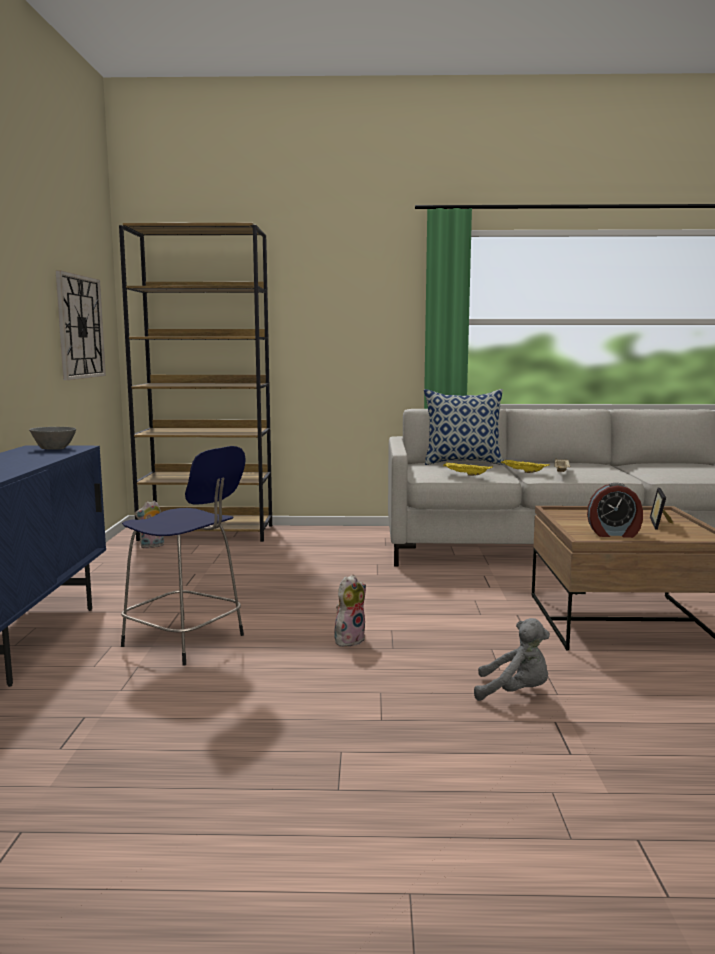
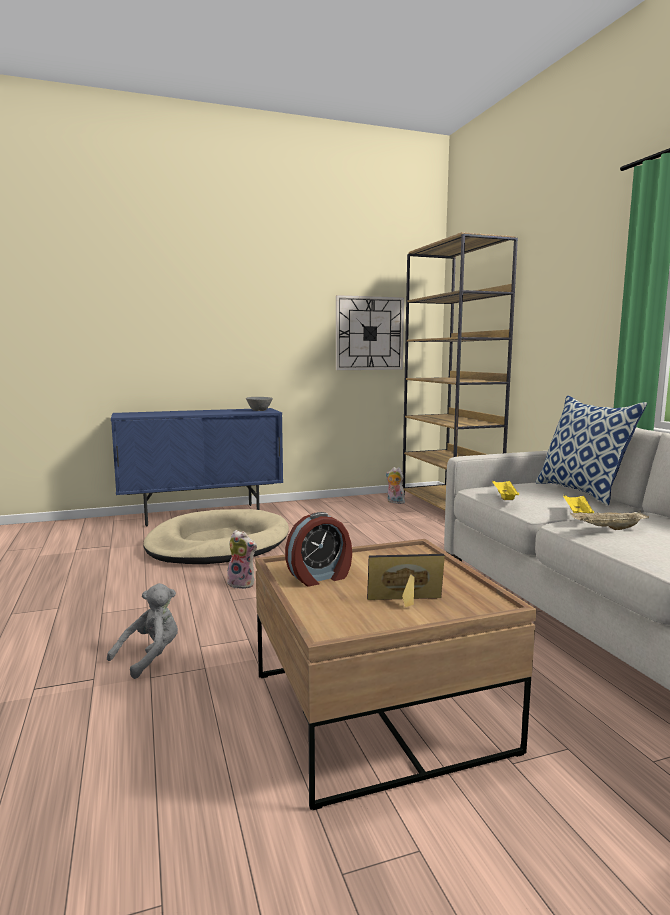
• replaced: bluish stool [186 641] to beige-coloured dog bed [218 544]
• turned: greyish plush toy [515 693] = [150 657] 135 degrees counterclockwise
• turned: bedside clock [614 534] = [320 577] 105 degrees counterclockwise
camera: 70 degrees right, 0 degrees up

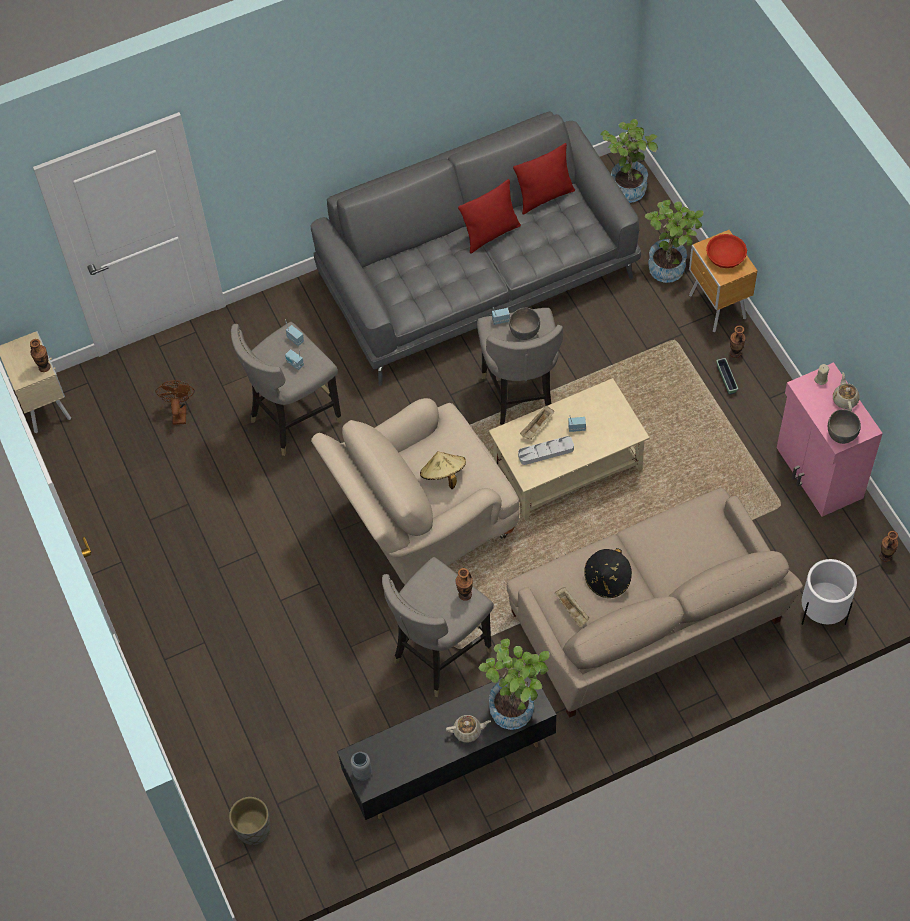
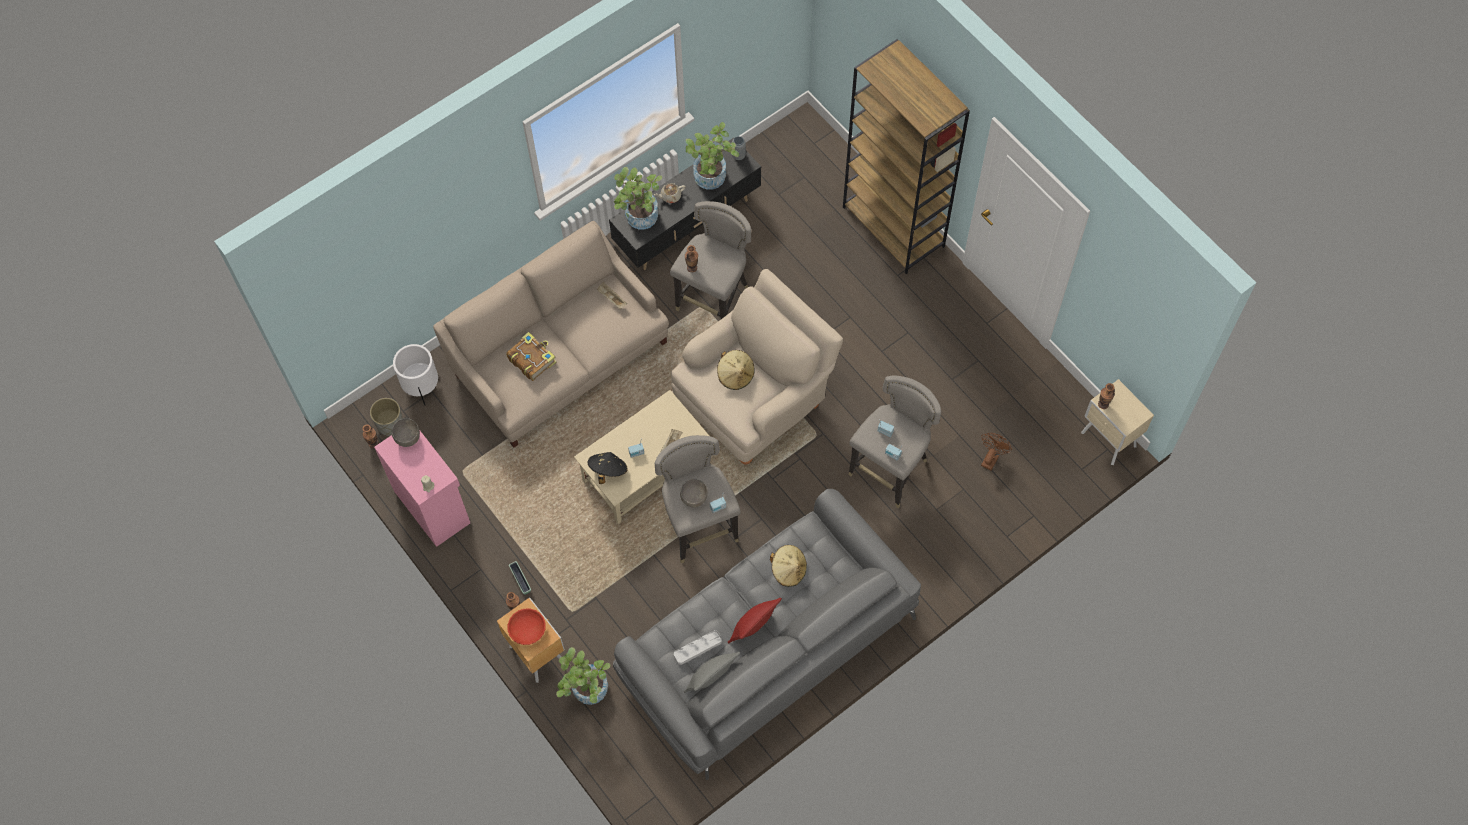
• turned: brown-coloured electric fan [179 412] = [991 457] 135 degrees counterclockwise
• moved: greyish plant pot [253 829] to [390 424]
• recoloured: red cushion [544 197] to greyish cushion [711 679]
• moved: greyish serving tray [546 452] to [697 648]
• moved: black-coloured clothing hat [607 580] to [608 470]
• moved: plant in a pot [627 184] to [711 180]
• removed: beige-coloured pot for tea [845 399]
• added: book [531 359]
• added: beige-coloured clothing hat [788 570]
• added: brown-coloured shelving unit [894 227]
camera: 165 degrees right, 5 degrees up

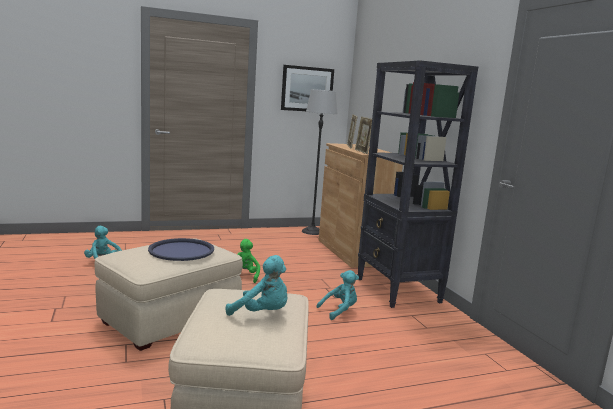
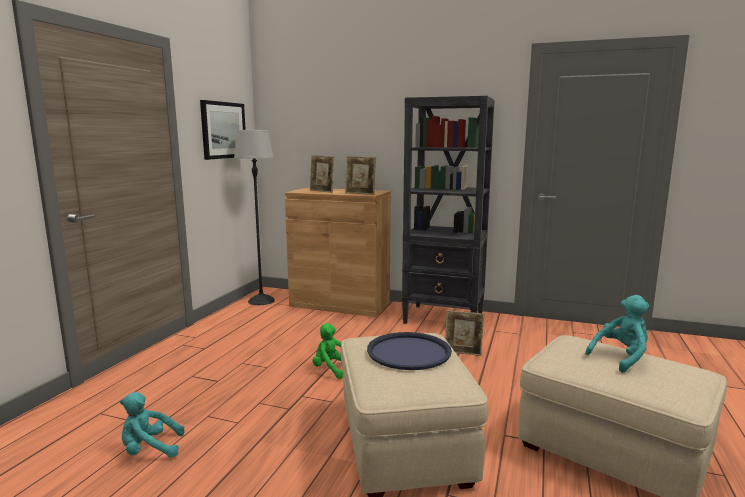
• replaced: blue-green plush toy [339 311] to photo frame [463 353]
camera: 50 degrees left, 0 degrees up

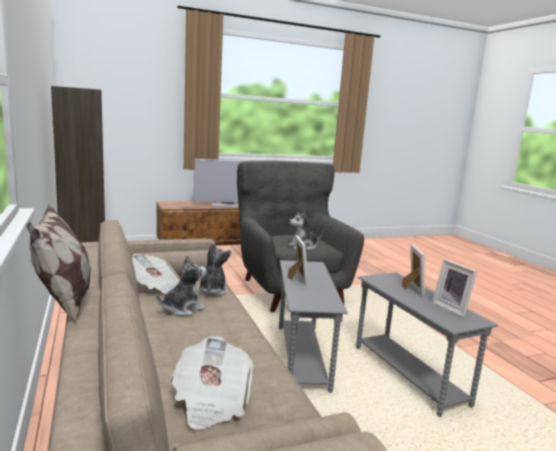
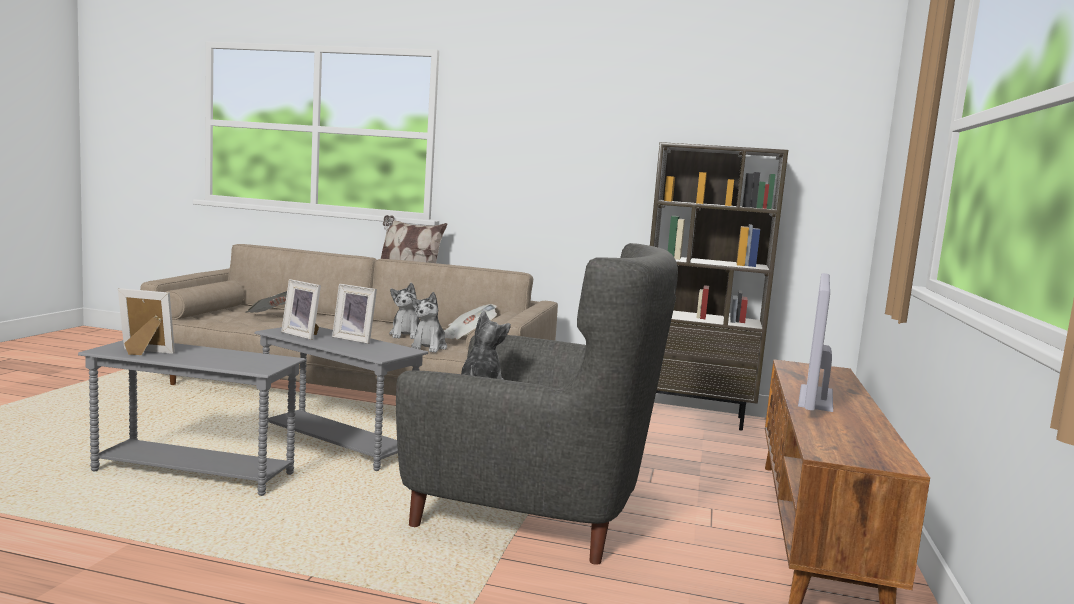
• turned: plush toy [212 291] = [429 347] 60 degrees clockwise
• moved: photo frame [411 289] to [303 335]
camera: 125 degrees right, 5 degrees down

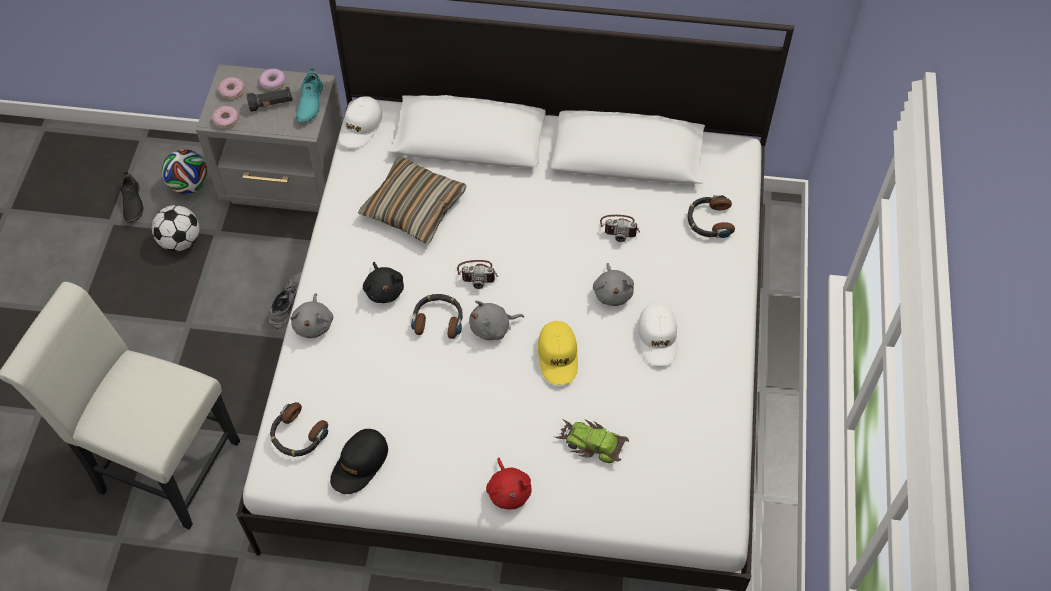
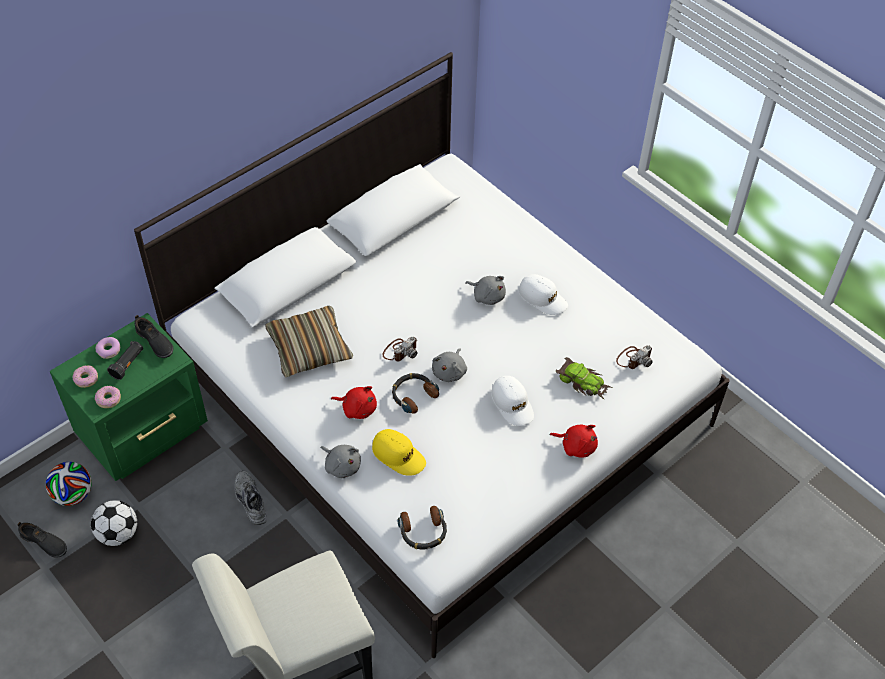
• recoloured: greyish nightstand [287 182] to green nightstand [145 432]
• recoloured: blue-green low shoe [309 103] to black-coloured low shoe [154 342]
• removed: black-coloured cap [359 464]
• moved: whitish cap [360 127] to [512 404]
• recoloured: black-coloured plush toy [384 290] to red plush toy [357 408]
• moved: yellow-coloured cap [558 356] to [398 455]
• turned: model car [591 443] = [583 382] 120 degrees counterclockwise
• moved: photo camera [620 228] to [634 358]
• removed: headset [709 221]
camera: 50 degrees left, 5 degrees down

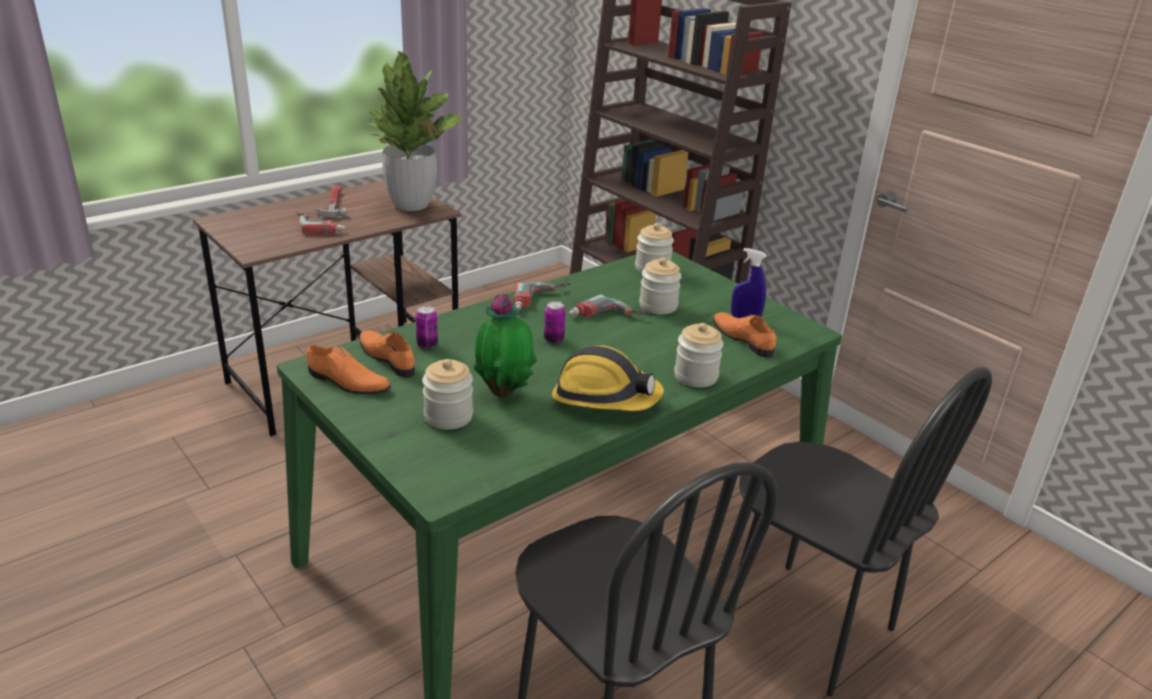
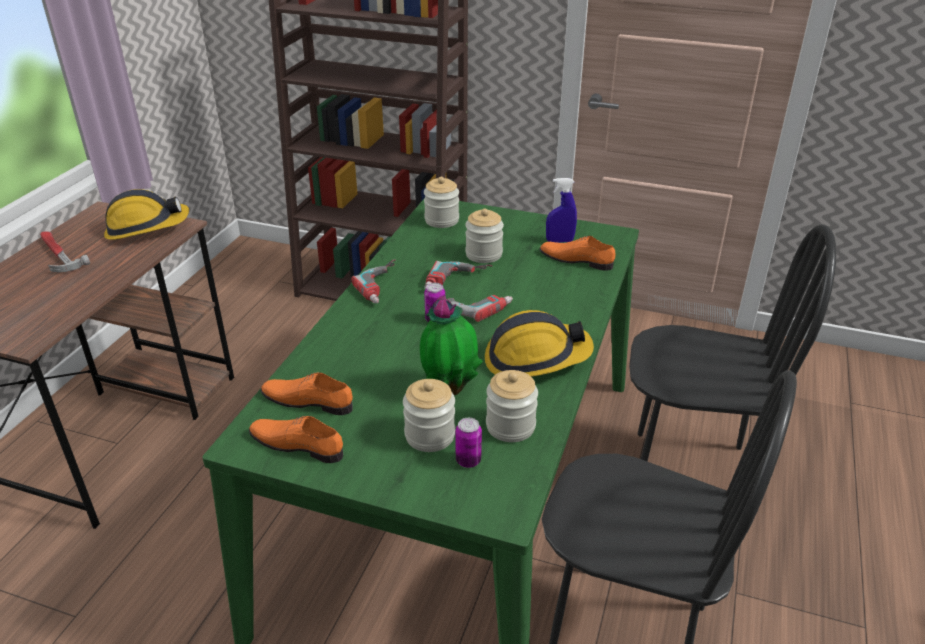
• moved: electric drill [321 225] to [472 304]
• turned: orange-coloured low shoe [347 382] = [297 443] 150 degrees counterclockwise
• replaced: plant in a pot [412 205] to safety helmet [146 228]
• moved: can [427 344] to [468 460]
• moved: preserve jar [695 376] to [510 426]
camera: 30 degrees left, 5 degrees up

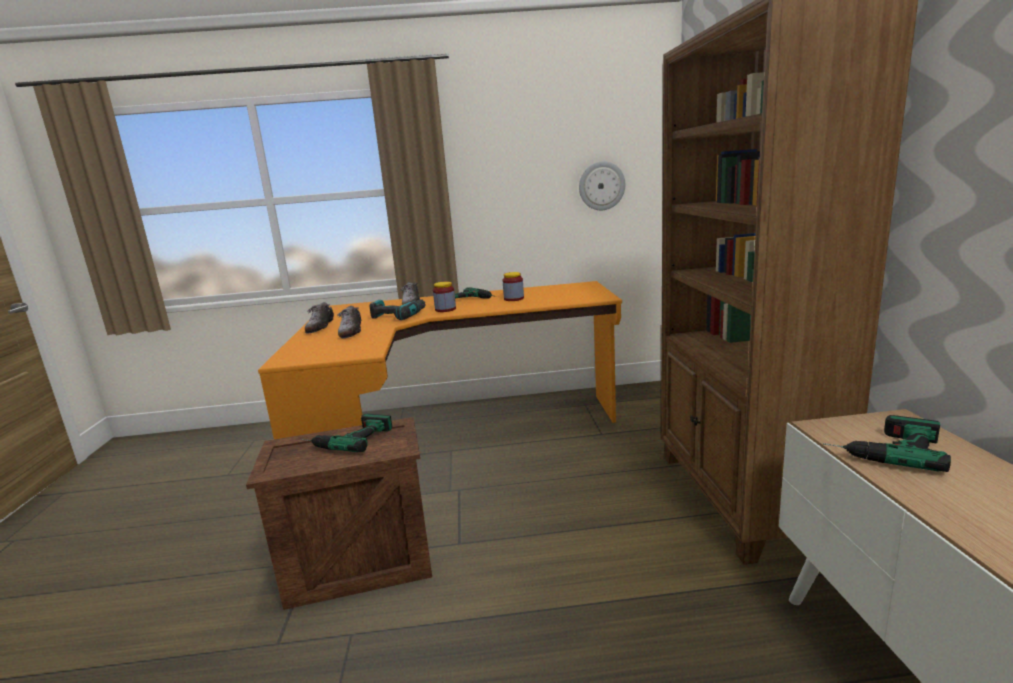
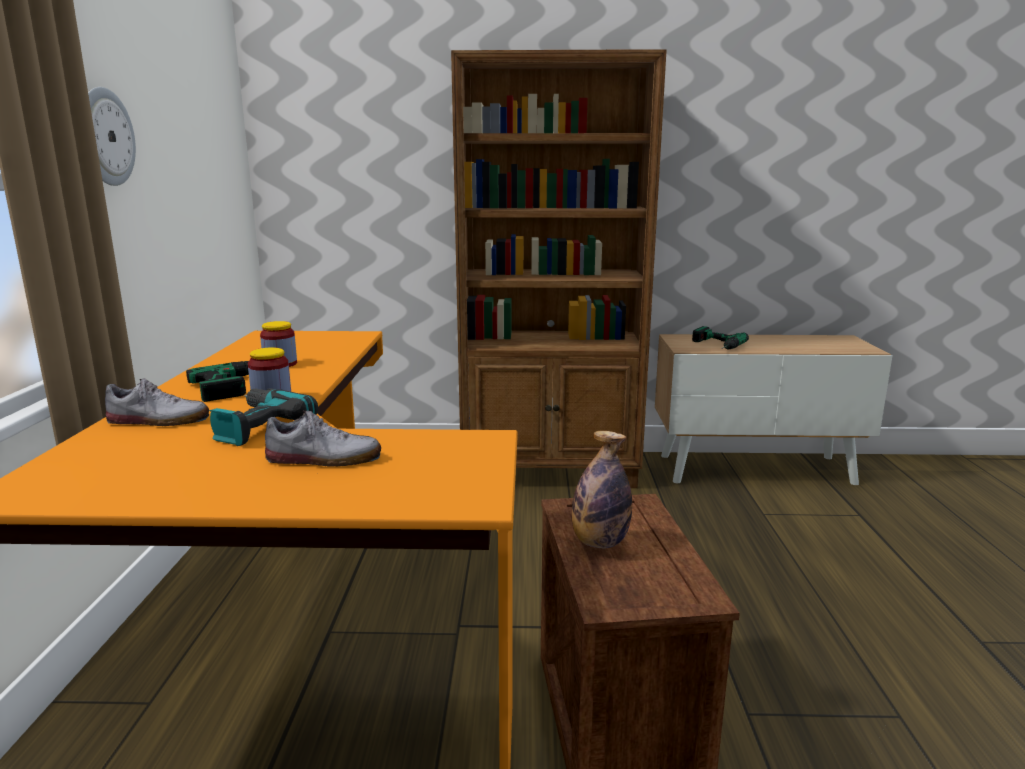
• replaced: electric drill [346 438] to drink bottle [599 542]
• removed: low shoe [320 327]
• moved: wall clock [601 186] to [105 137]
camera: 85 degrees left, 0 degrees up

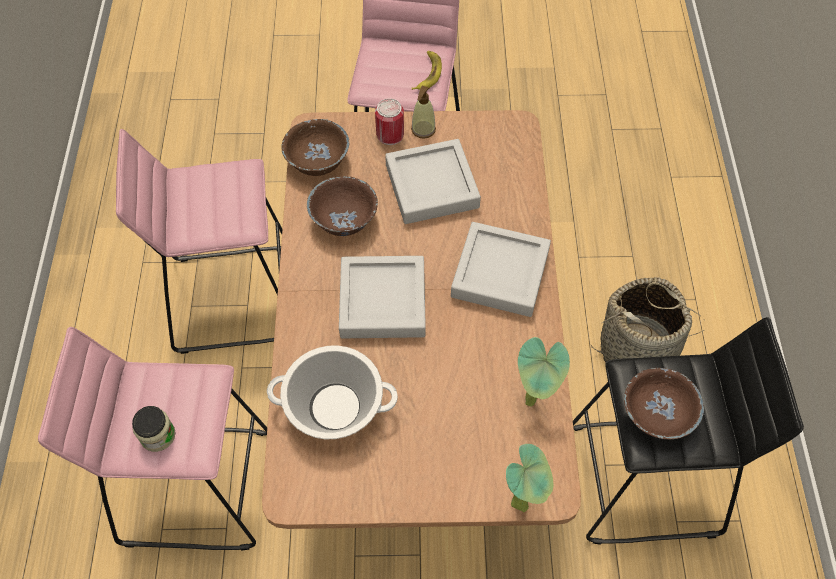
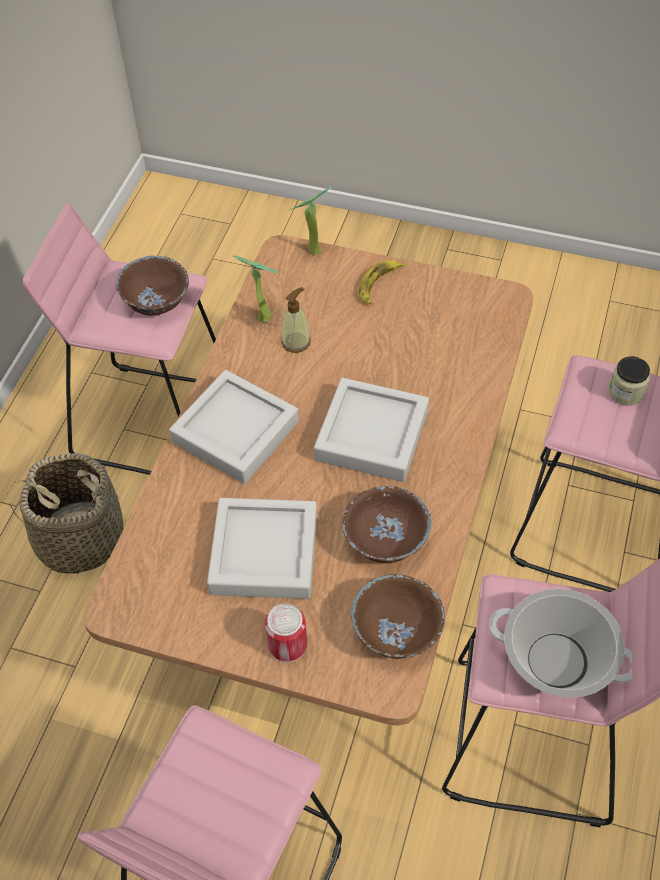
• moved: saucepot [334 407] to [557 660]
• moved: liquid soap bottle [423 129] to [296 342]
• moved: banana [427 73] to [379 284]
• recoloured: black-coloured stool [644 480] to pink-coloured stool [154 421]
camera: 160 degrees left, 5 degrees down

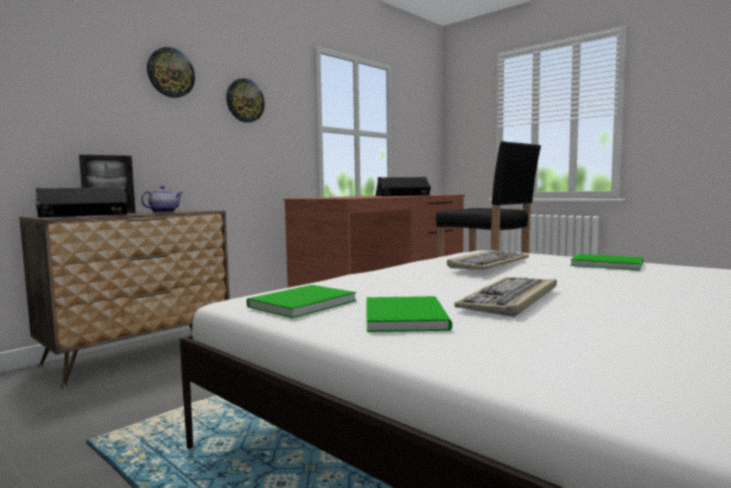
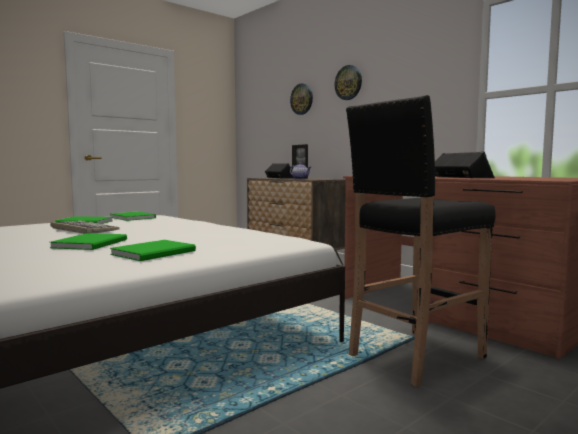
• moved: wall clock [245 100] to [302 99]
• removed: PC keyboard [488 264]
• added: green book [93 243]
camera: 95 degrees right, 0 degrees up

